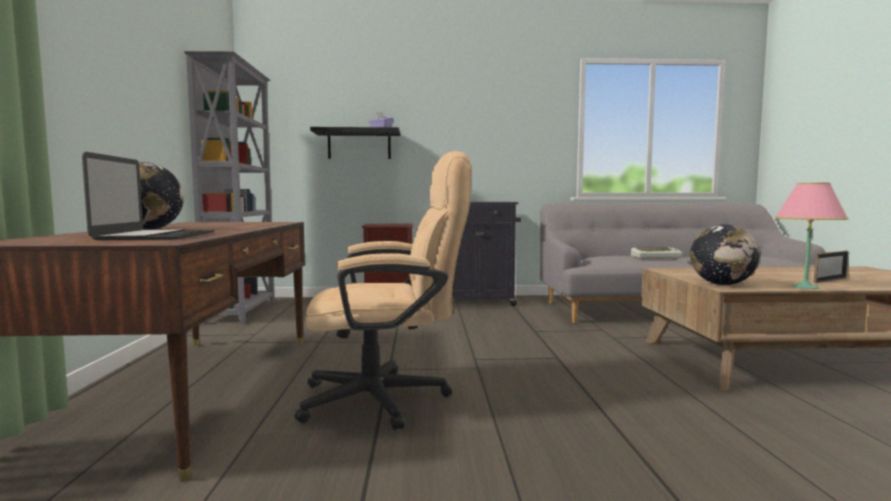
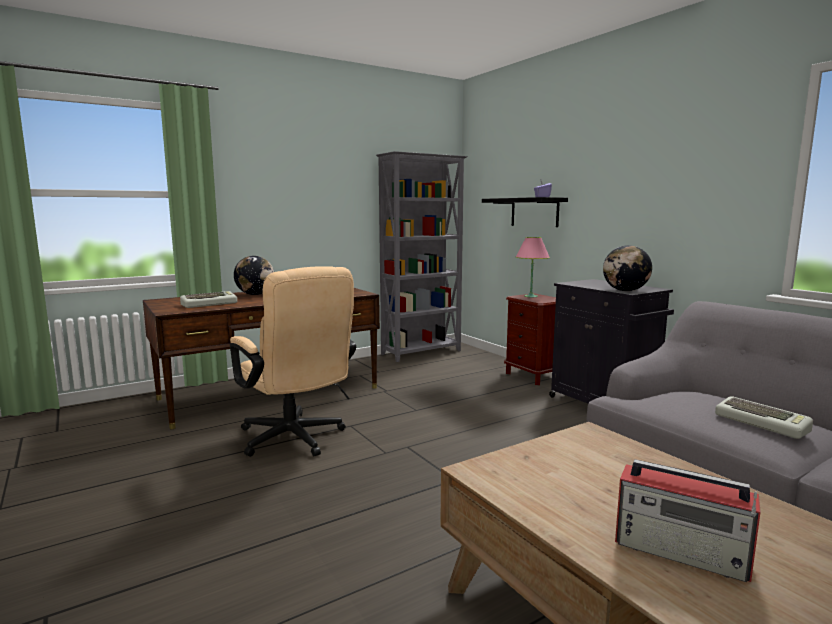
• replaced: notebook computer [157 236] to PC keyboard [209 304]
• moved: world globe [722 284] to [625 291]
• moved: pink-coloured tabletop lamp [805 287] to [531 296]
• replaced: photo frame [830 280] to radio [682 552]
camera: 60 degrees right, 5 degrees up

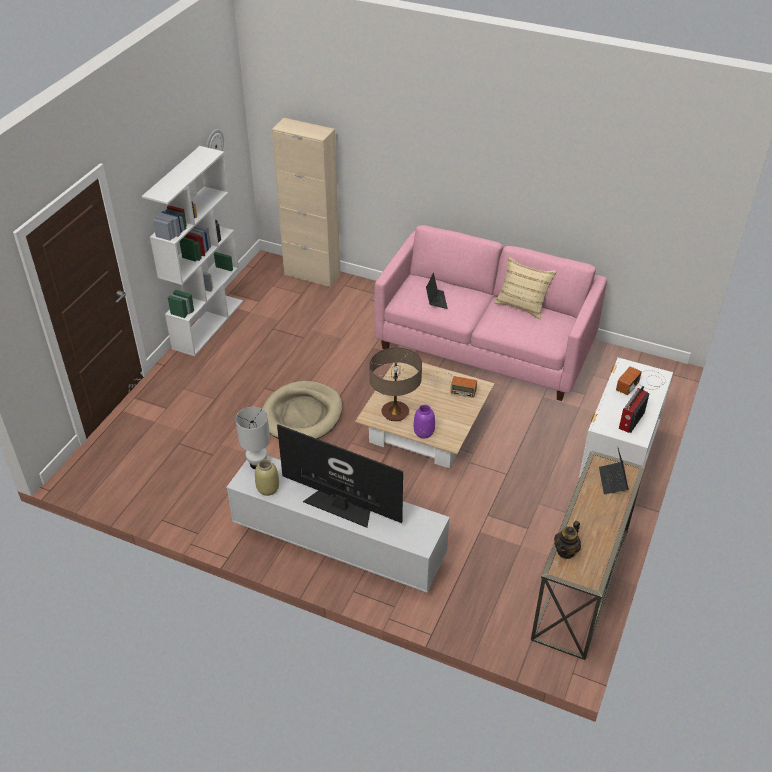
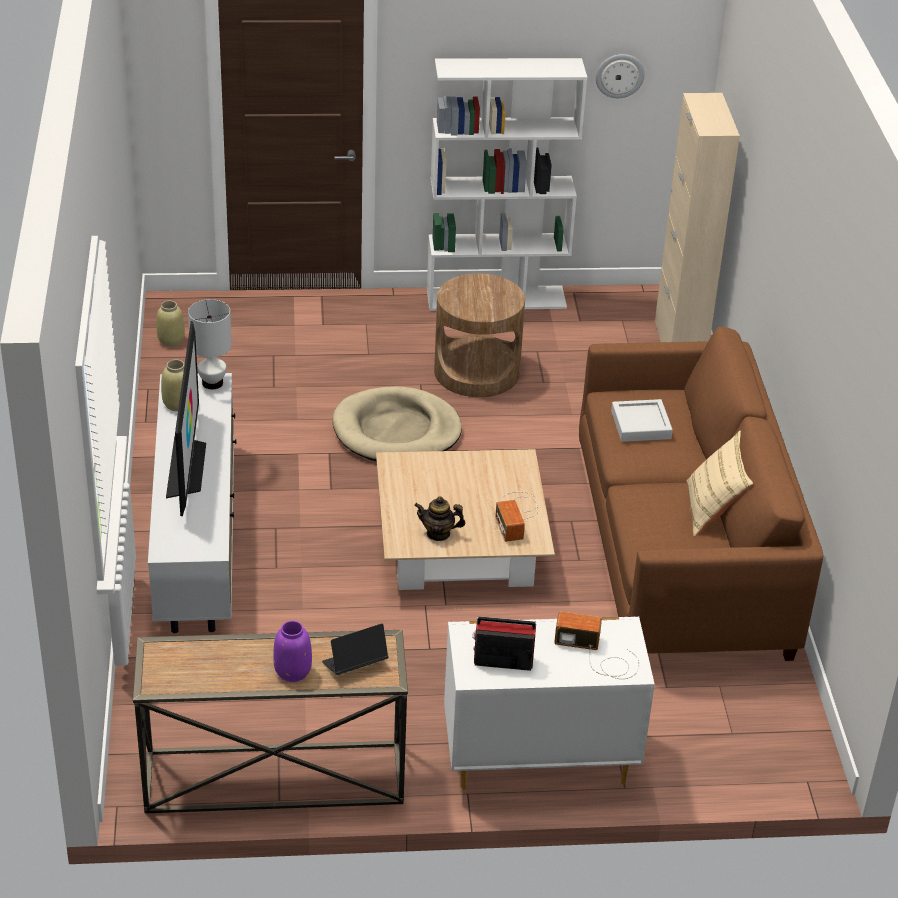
• removed: tabletop lamp [395 413]
• recoloured: pink-coloured settee [485 346] to brown-coloured settee [682 552]
• moved: purple-coloured vase [424 432] to [293 671]
• replaced: notebook computer [436 300] to greyish serving tray [640 425]
• moved: pot for tea [566 551] to [438 533]
• added: beige-coloured vase [171 340]
• added: brown-coloured side table [477 371]
camera: 60 degrees right, 5 degrees down

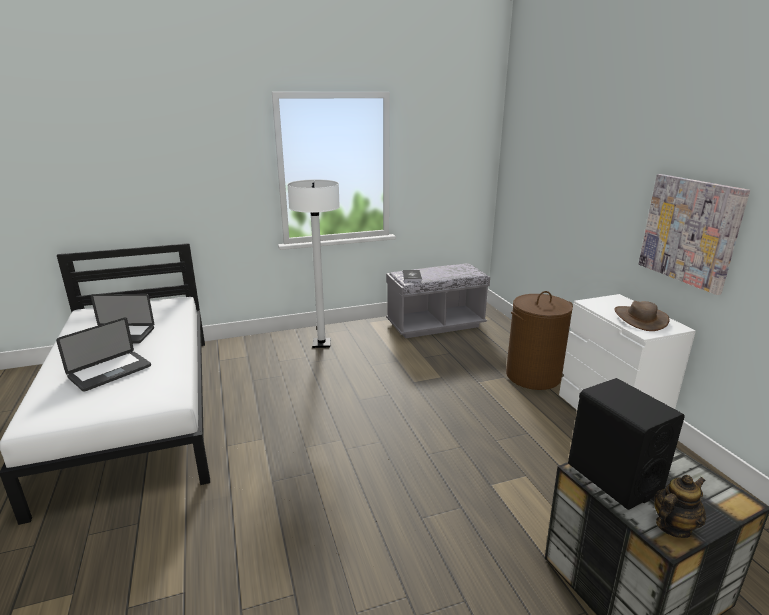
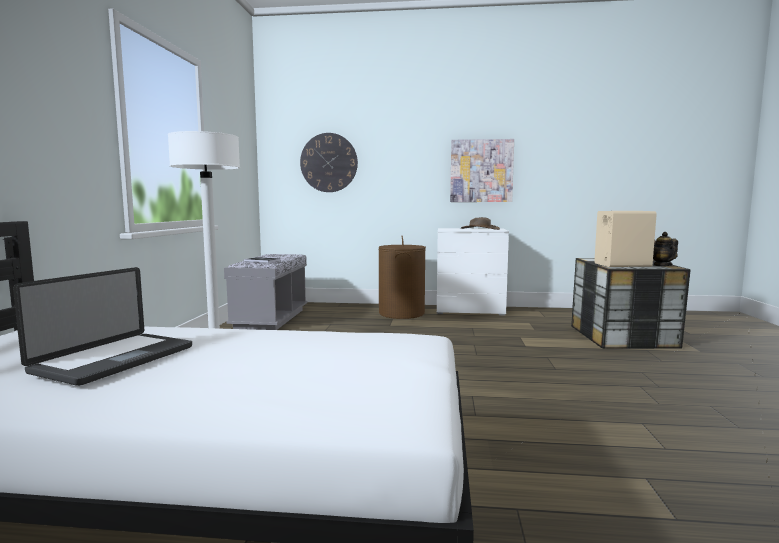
• removed: notebook computer [110 372]
• recoloured: black-coloured audio speaker [613 477] to beige-coloured audio speaker [622 265]
• added: wall clock [329 162]
camera: 65 degrees left, 15 degrees down

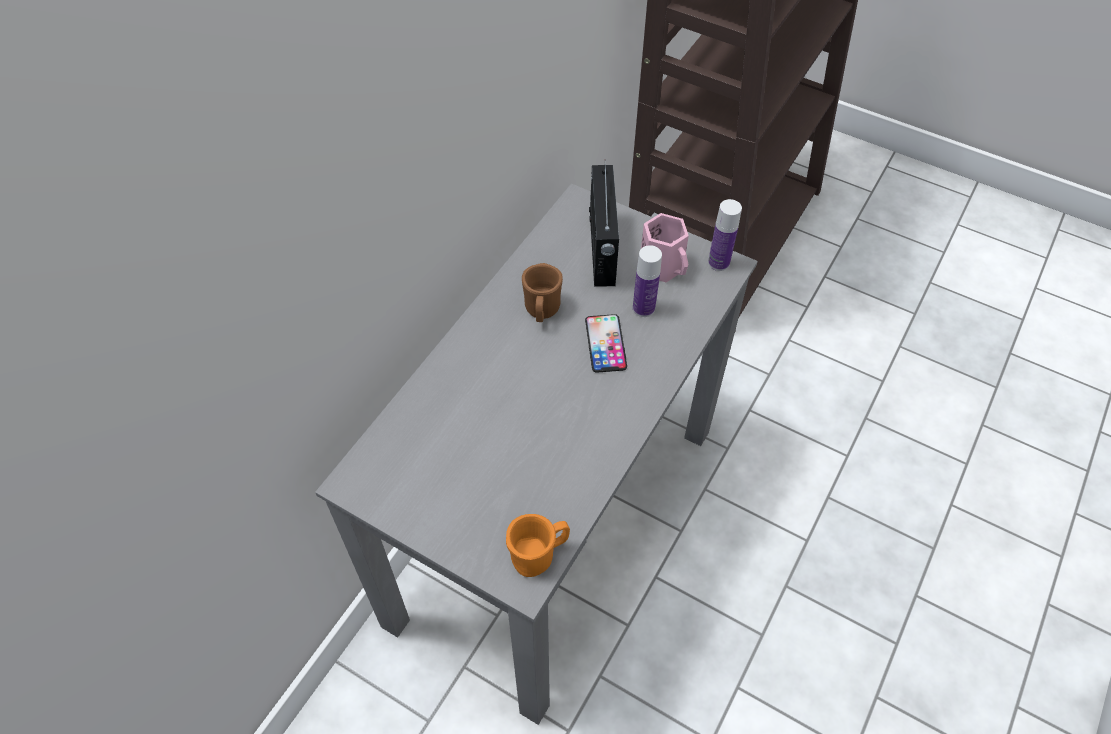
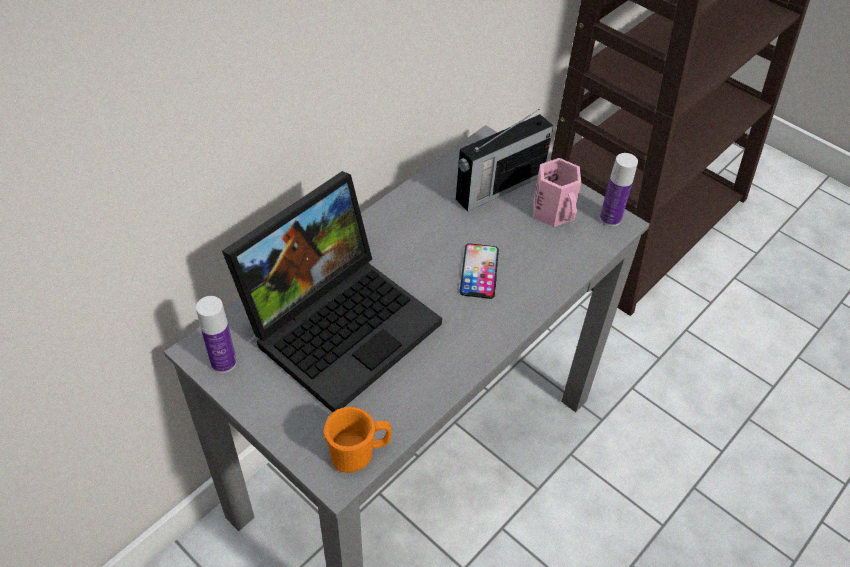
• removed: brown-coloured coffee mug [542 311]
• turned: radio [601 250] = [498 187] 45 degrees clockwise
• moved: drink bottle [643 308] to [223 362]
• added: notebook computer [341 322]
camera: 10 degrees right, 5 degrees down

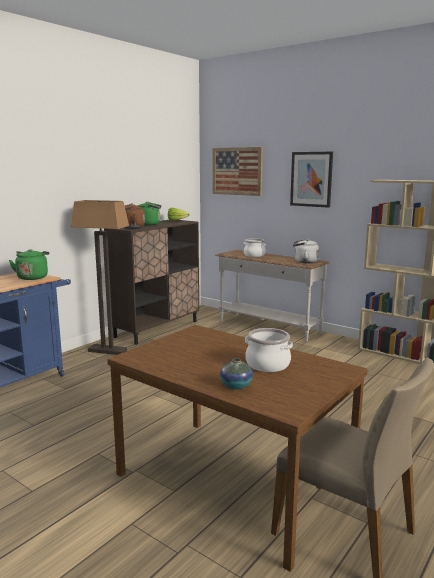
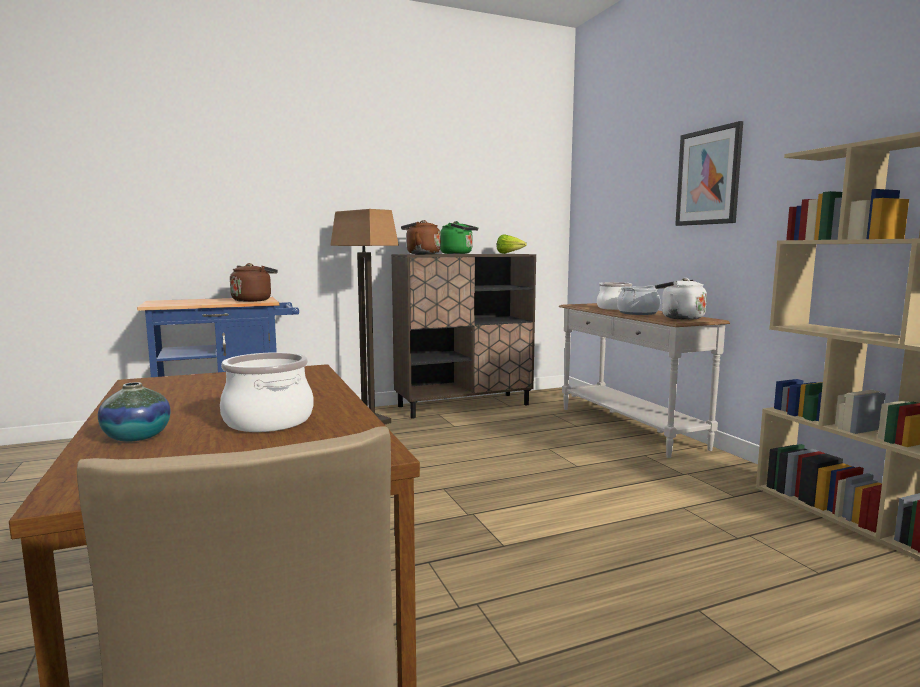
• recoloured: green tea kettle [33 277] to brown-coloured tea kettle [253 300]
• removed: wall art [237 171]
• added: saucepot [638 313]
camera: 30 degrees right, 5 degrees down

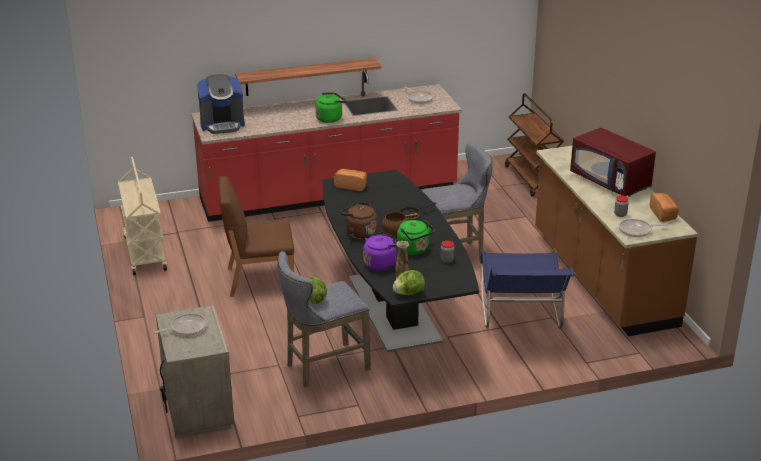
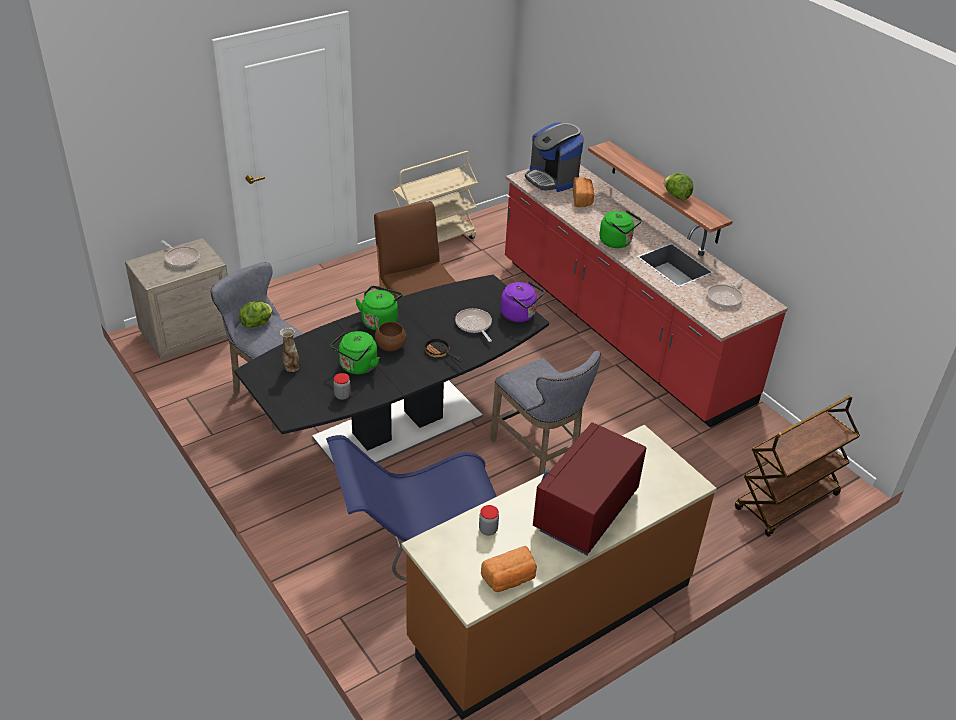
• moved: bread [351 186] to [582 199]
• recoloured: brown-coloured tea kettle [359 233] to green tea kettle [380 321]
• moved: purple-coloured tea kettle [381 264] to [520 315]
• moved: head of lettuce [408 293] to [676 196]
• moved: frying pan [637 231] to [474 325]
camera: 70 degrees right, 10 degrees up

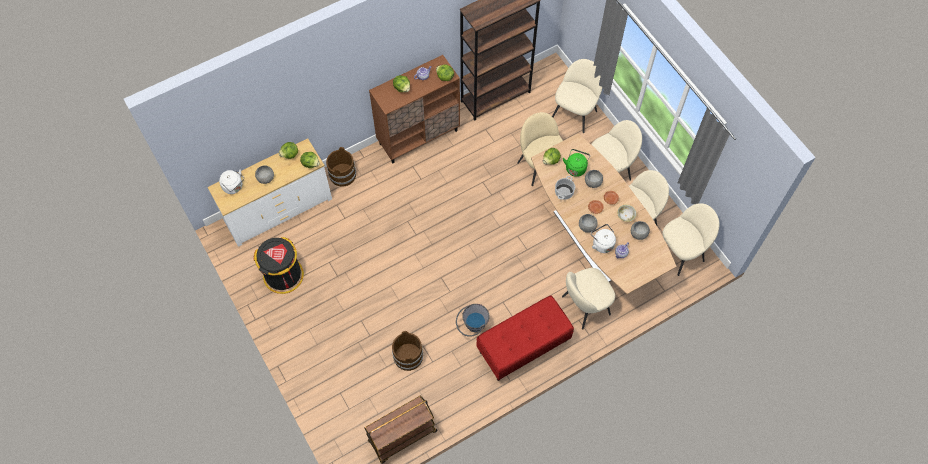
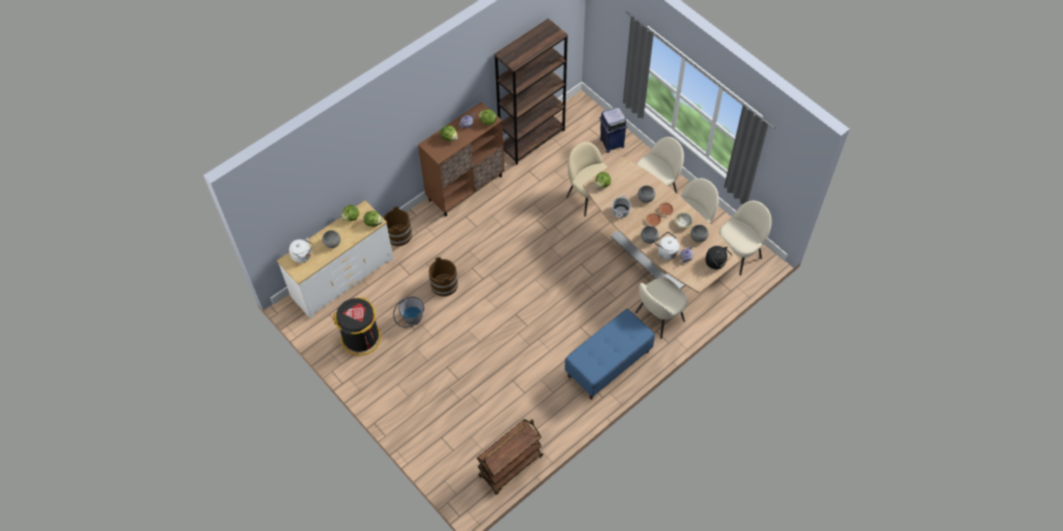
• moved: brown-coloured pail [408 356] to [444 284]
• moved: greyish pail [472 326] to [410 320]
• recoloured: red bench [523 346] to bluish bench [608 364]
• replaced: beige-coloured plain chair [575 113] to bluish waste bin [611 143]
• removed: green tea kettle [576 167]
• added: black-coloured tea kettle [716 263]
camera: 10 degrees left, 5 degrees down

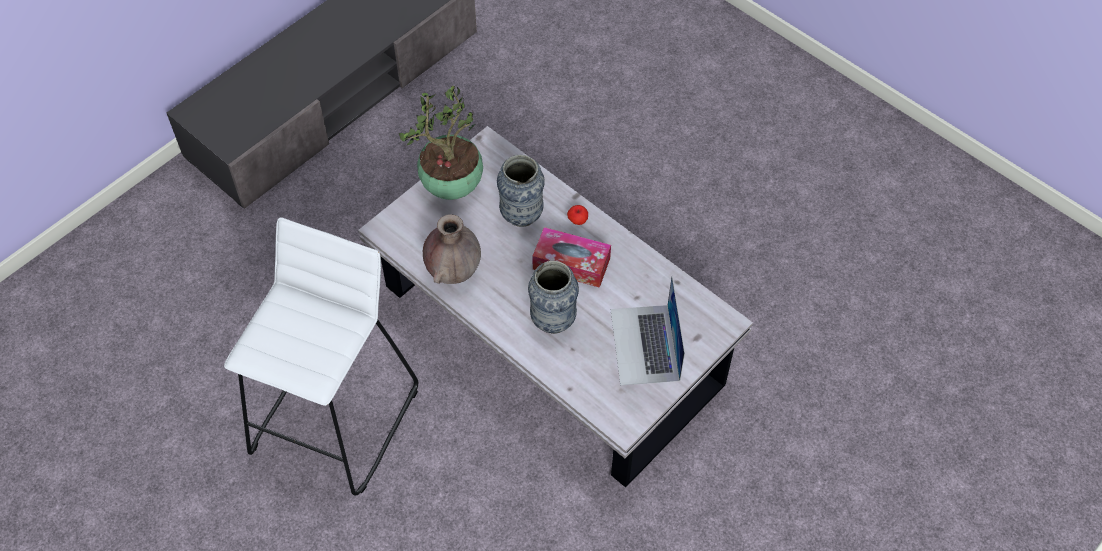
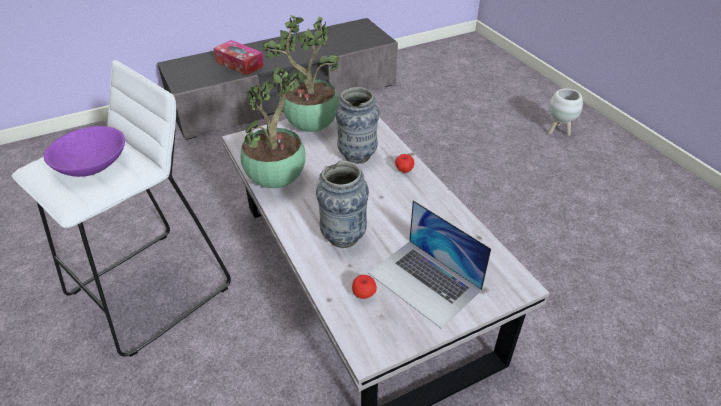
• replaced: brown-coloured vase [453 272] to plant in a pot [277 180]
• moved: tissue box [571 263] to [239 64]
• turned: notebook computer [645 345] = [424 281] 60 degrees counterclockwise
• added: purple-coloured deep dish [92 164]
• added: whole apple [364 294]
• added: whitish plant pot [558 131]
camera: 20 degrees right, 15 degrees down

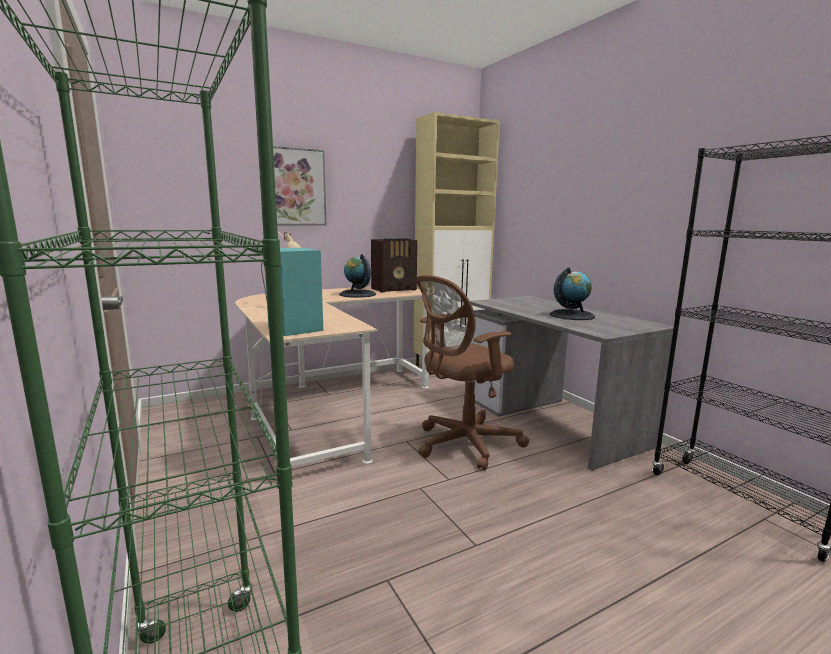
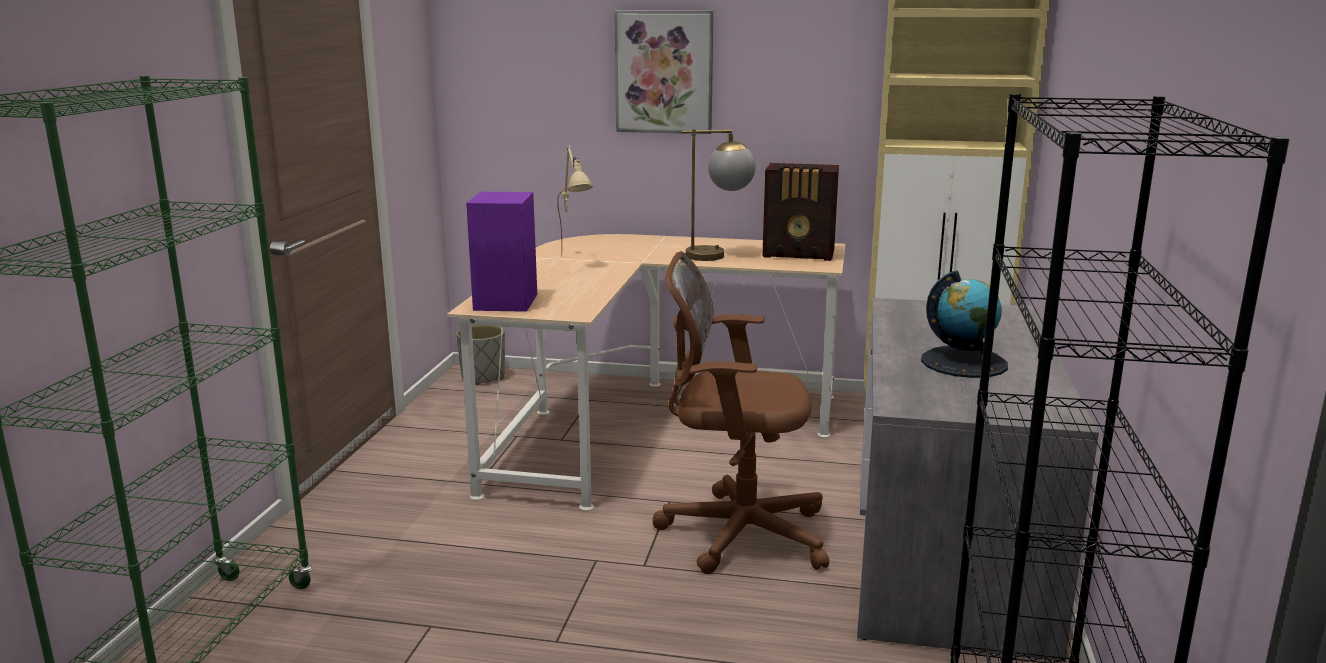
• recoloured: blue-green audio speaker [296 329] to purple-coloured audio speaker [505 302]
• replaced: world globe [357 294] to tabletop lamp [719 255]
• added: greyish plant pot [483 377]
camera: 40 degrees right, 5 degrees up

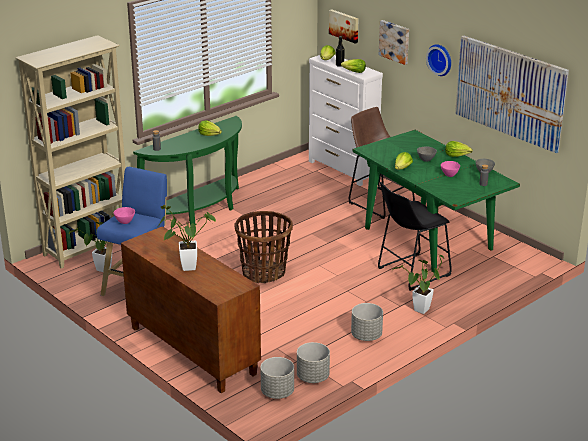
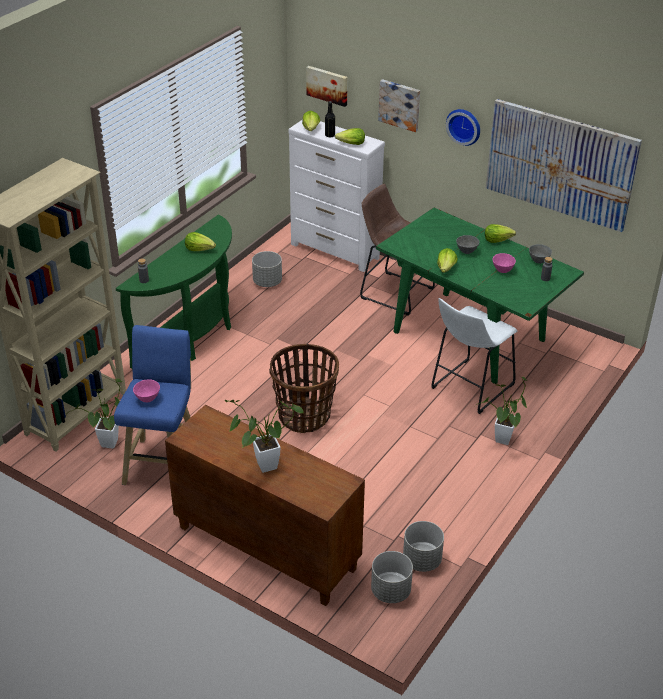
• moved: greyish plant pot [366 336] to [267 282]
• recoloured: black-coloured stool [410 272] to whitish stool [469 388]
camera: 15 degrees left, 10 degrees up

